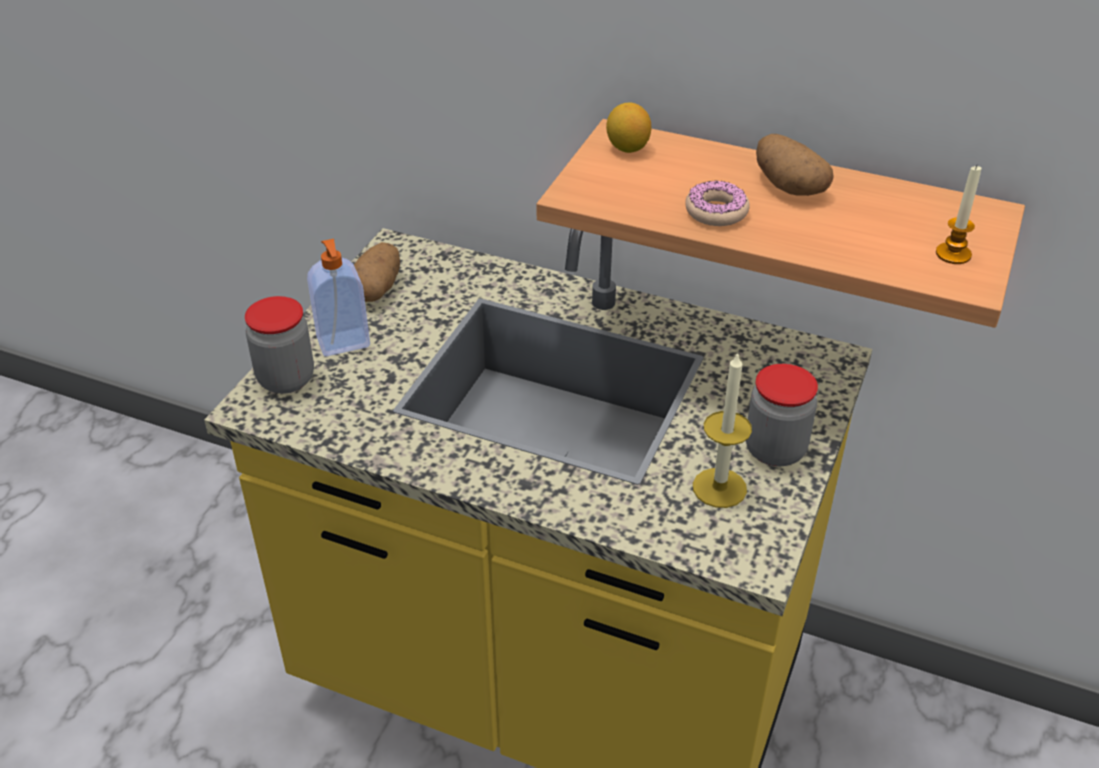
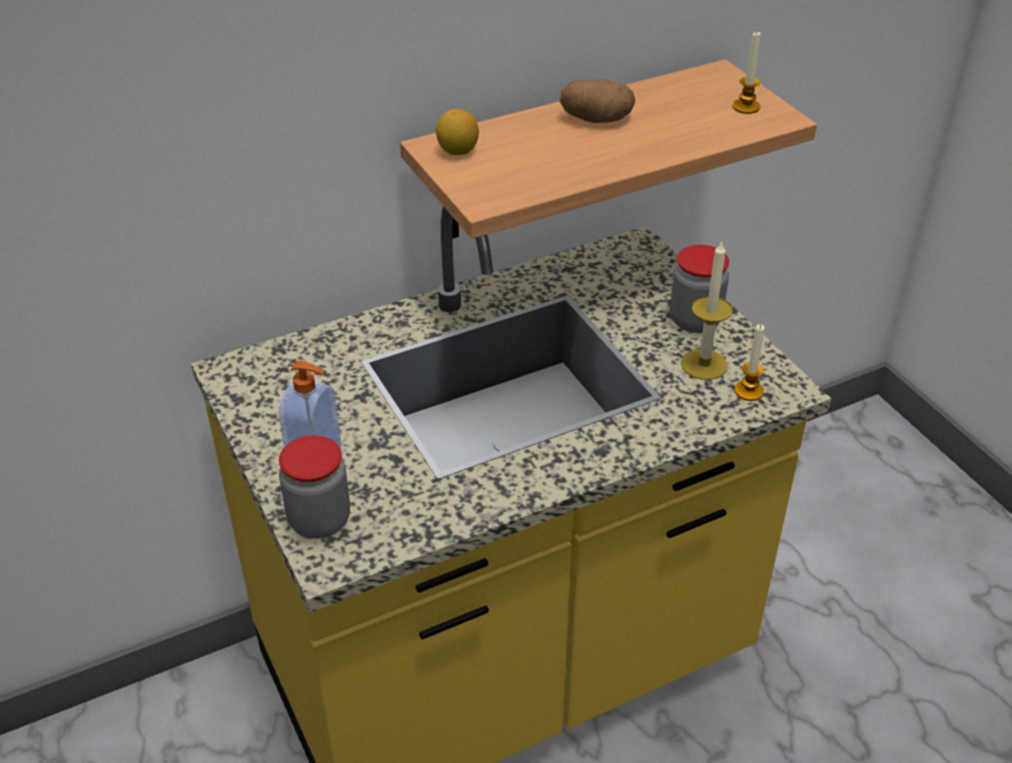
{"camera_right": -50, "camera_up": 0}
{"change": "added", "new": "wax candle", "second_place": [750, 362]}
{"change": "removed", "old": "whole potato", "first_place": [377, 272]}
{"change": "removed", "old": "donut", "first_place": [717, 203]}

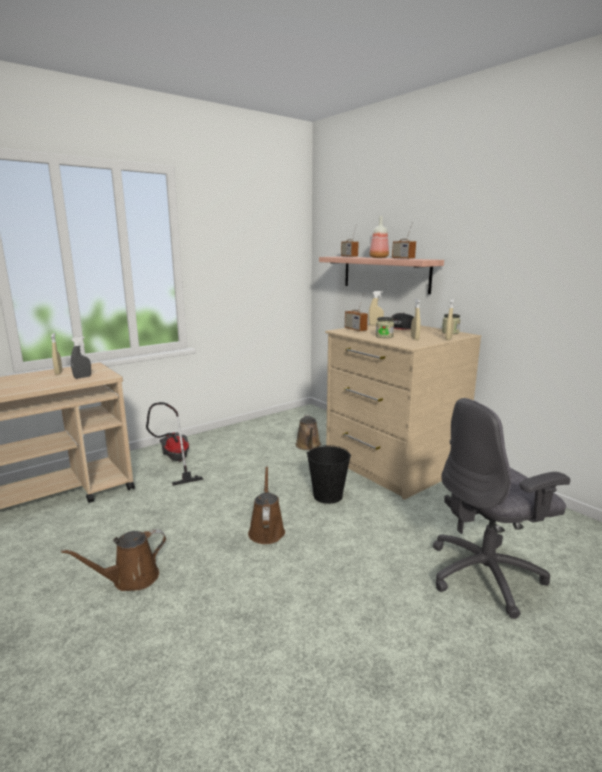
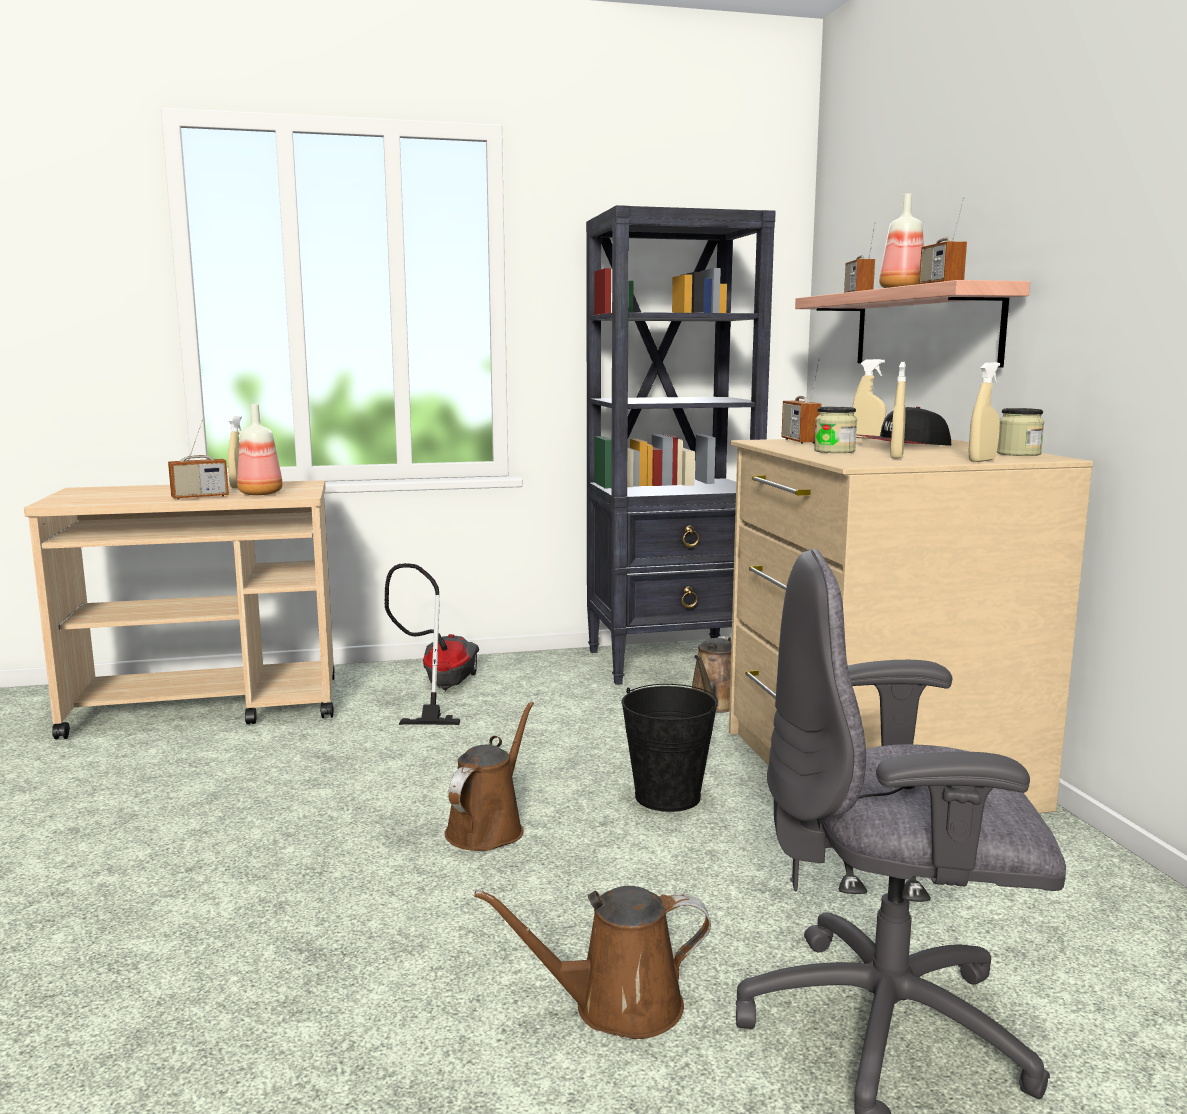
{"camera_right": 25, "camera_up": -5}
{"change": "added", "new": "radio set", "second_place": [198, 460]}
{"change": "replaced", "old": "grey hand sprayer", "new": "bottle", "first_place": [81, 358], "second_place": [260, 449]}
{"change": "moved", "old": "brown watering pot", "first_place": [113, 560], "second_place": [592, 962]}
{"change": "added", "new": "black shelving unit", "second_place": [681, 445]}

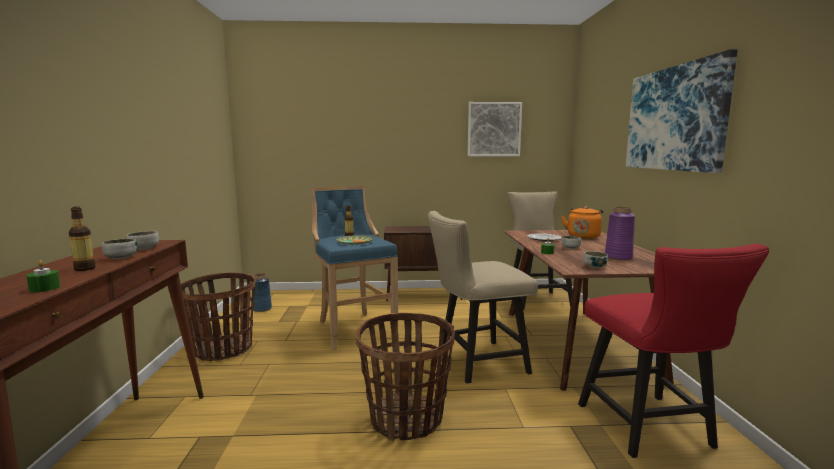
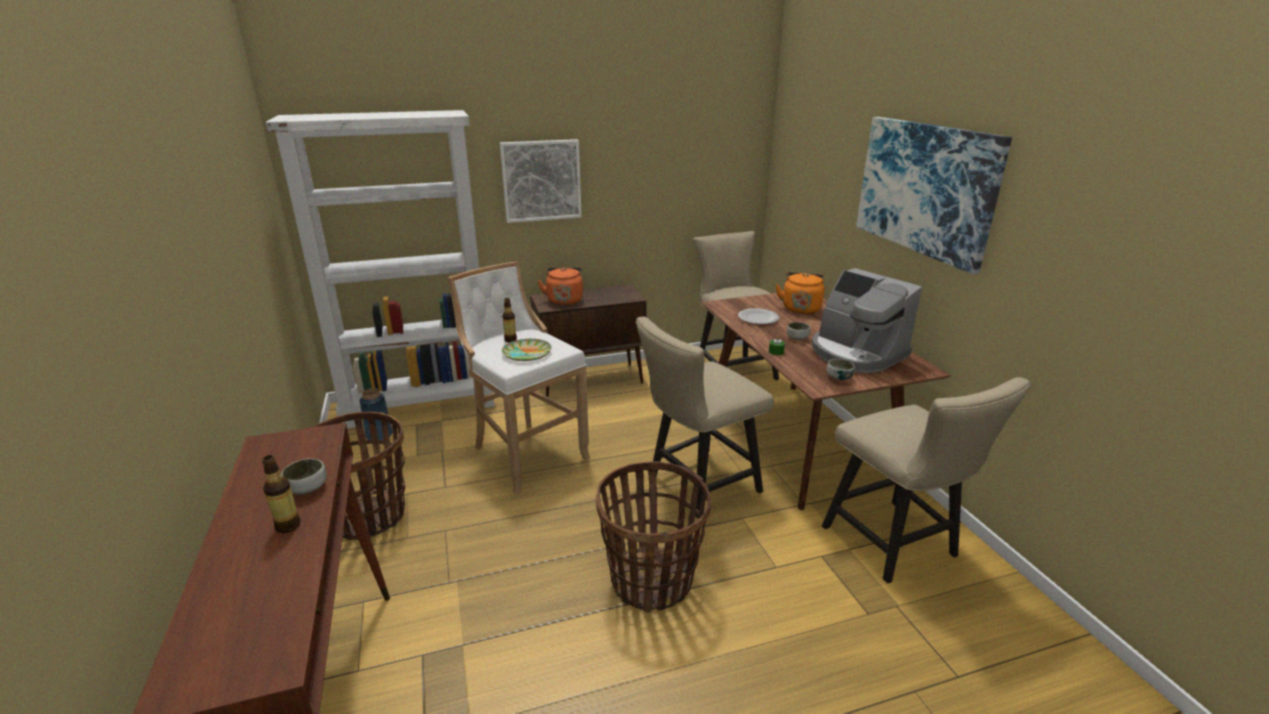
{"camera_right": -15, "camera_up": 15}
{"change": "added", "new": "whitish shelving unit", "second_place": [380, 269]}
{"change": "recoloured", "old": "blue-coloured stool", "new": "whitish stool", "first_place": [355, 268], "second_place": [519, 378]}
{"change": "moved", "old": "wall picture", "first_place": [495, 129], "second_place": [541, 181]}
{"change": "added", "new": "orangey tea kettle", "second_place": [560, 286]}
{"change": "replaced", "old": "purple decorative vase", "new": "coffee machine", "first_place": [620, 233], "second_place": [867, 320]}
{"change": "recoloured", "old": "reddish plain chair", "new": "beige-coloured plain chair", "first_place": [673, 351], "second_place": [926, 480]}
{"change": "removed", "old": "green wax candle", "first_place": [43, 276]}
{"change": "removed", "old": "serving bowl", "first_place": [143, 240]}

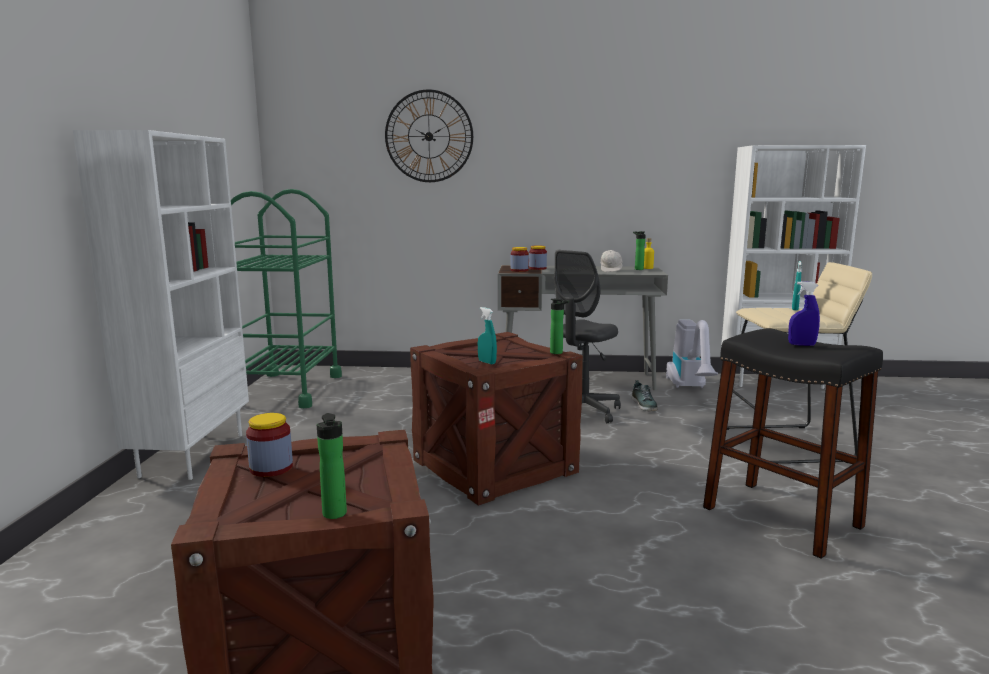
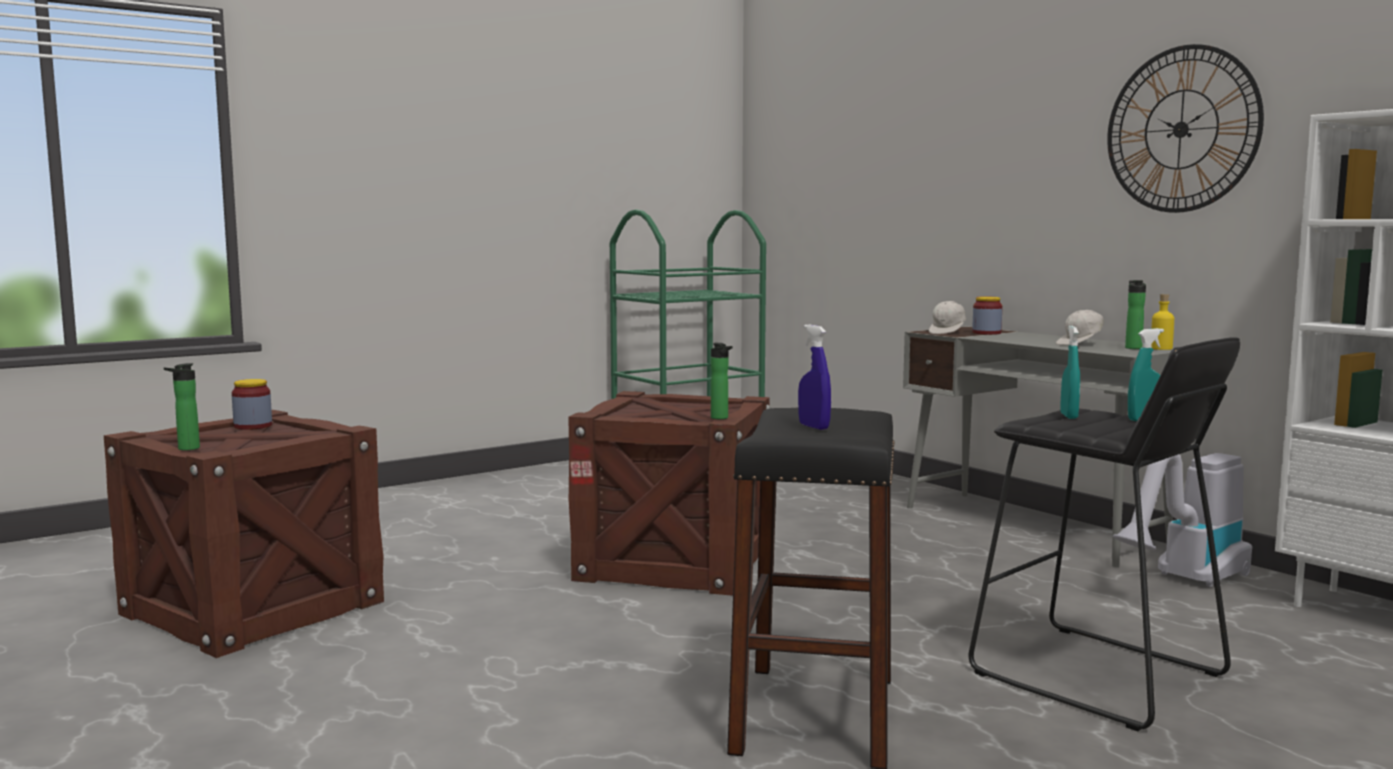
{"camera_right": 50, "camera_up": -5}
{"change": "replaced", "old": "preserve jar", "new": "whitish peaked cap", "first_place": [520, 259], "second_place": [947, 317]}
{"change": "recoloured", "old": "beige-coloured stool", "new": "black stool", "first_place": [799, 363], "second_place": [1105, 534]}
{"change": "moved", "old": "turquoise hand sprayer", "first_place": [487, 335], "second_place": [1070, 372]}
{"change": "moved", "old": "hanging clock", "first_place": [429, 135], "second_place": [1185, 128]}
{"change": "removed", "old": "whitish shelving unit", "first_place": [161, 305]}
{"change": "removed", "old": "grey desk chair", "first_place": [587, 336]}
{"change": "removed", "old": "low shoe", "first_place": [645, 396]}

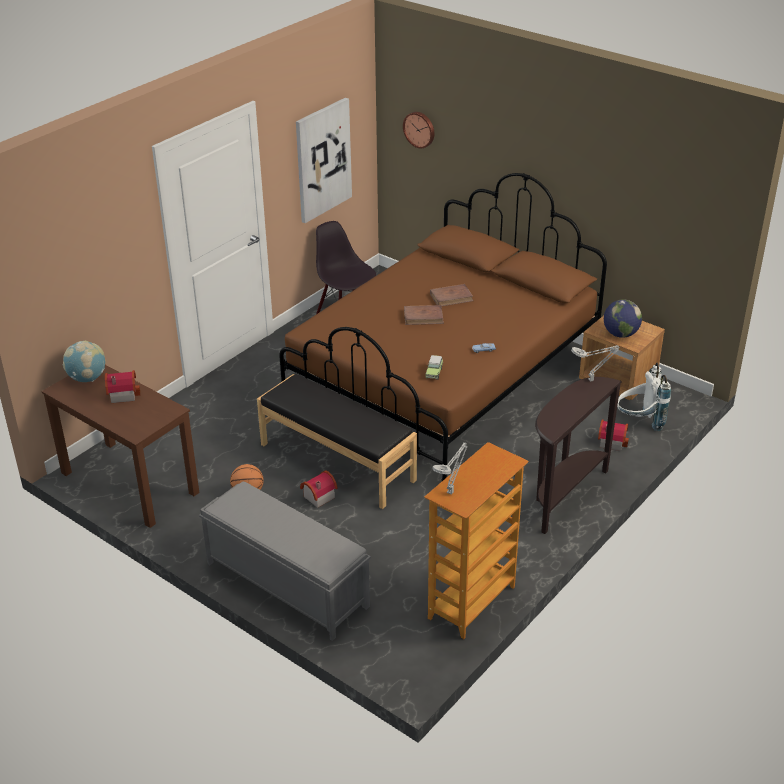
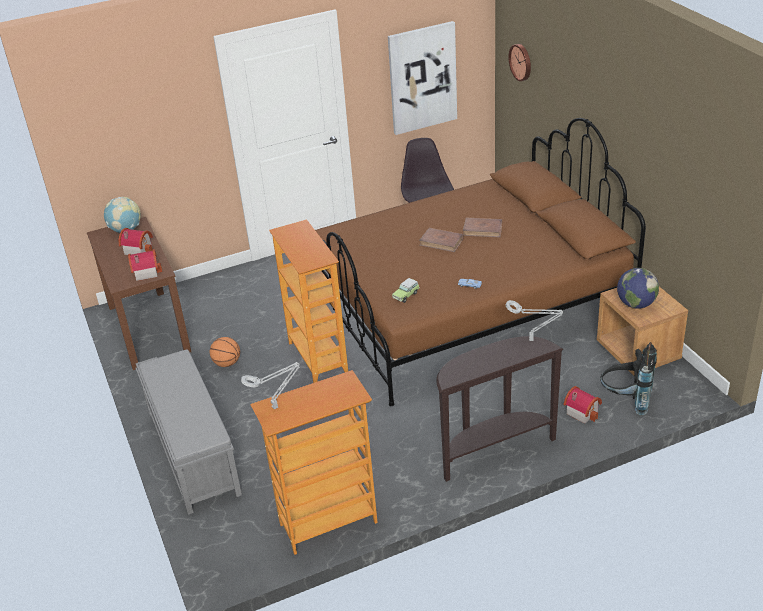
{"camera_right": 30, "camera_up": 0}
{"change": "moved", "old": "miniature house", "first_place": [319, 489], "second_place": [145, 265]}
{"change": "replaced", "old": "black long seat", "new": "shelving unit", "first_place": [337, 441], "second_place": [308, 301]}
{"change": "recoloured", "old": "whitish knapsack", "new": "black knapsack", "first_place": [644, 397], "second_place": [628, 378]}

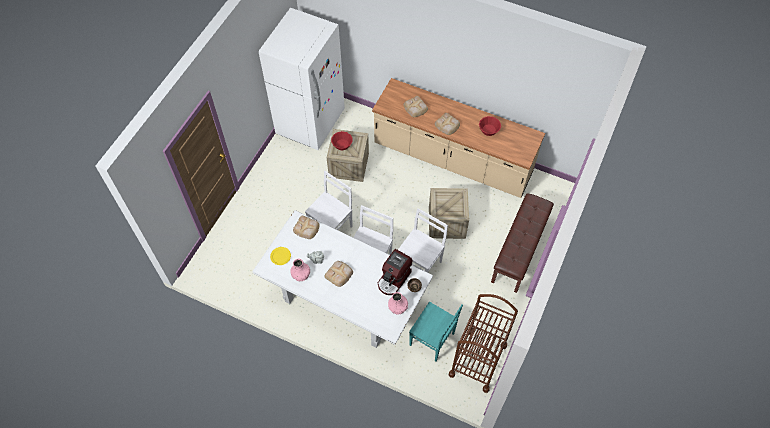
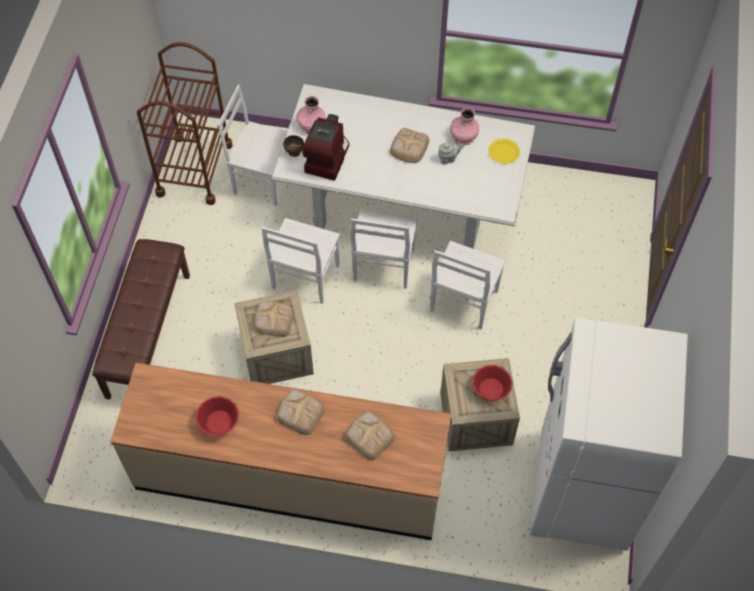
{"camera_right": 165, "camera_up": 0}
{"change": "recoloured", "old": "turquoise plain chair", "new": "whitish plain chair", "first_place": [436, 331], "second_place": [252, 145]}
{"change": "moved", "old": "baked bread", "first_place": [306, 227], "second_place": [273, 318]}

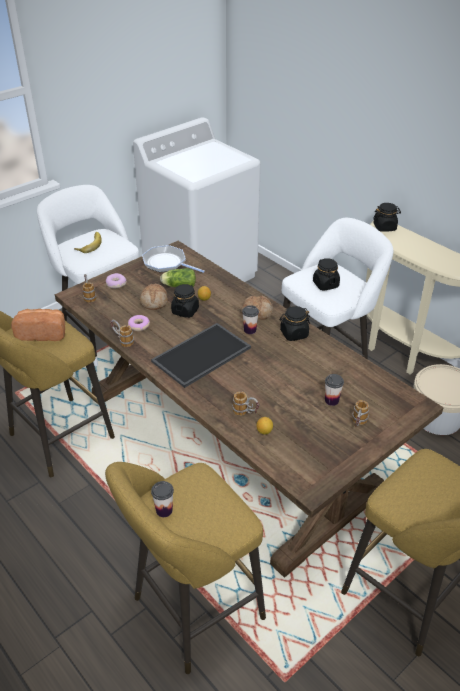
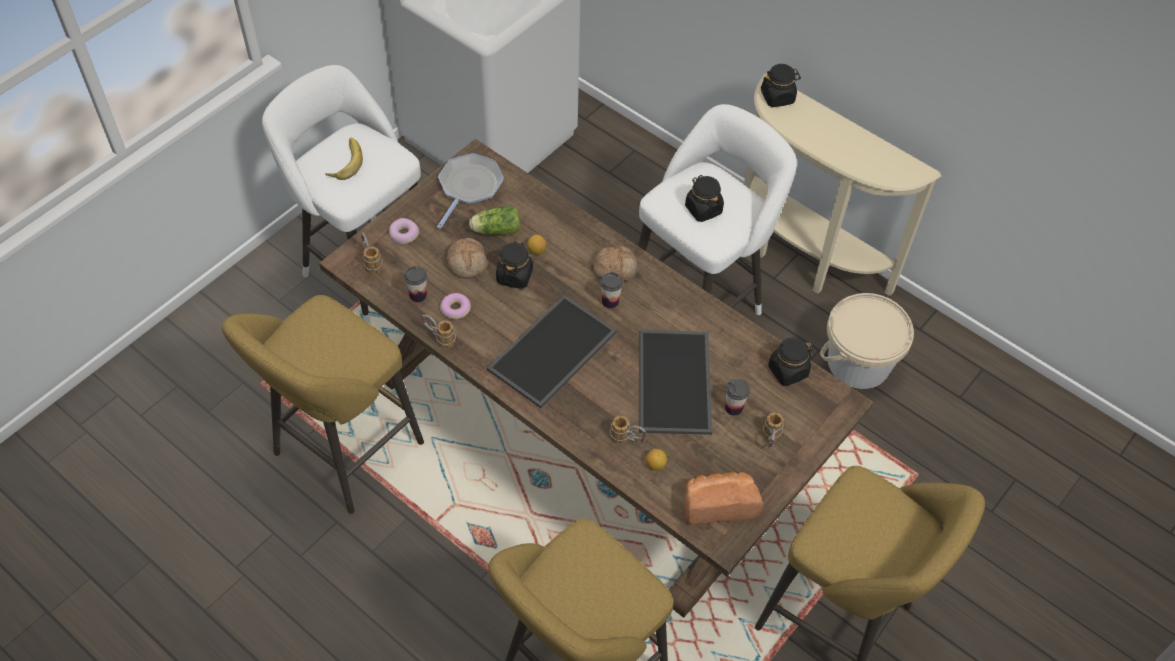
{"camera_right": -10, "camera_up": 15}
{"change": "moved", "old": "small cup", "first_place": [162, 499], "second_place": [415, 284]}
{"change": "turned", "old": "frying pan", "first_place": [173, 259], "second_place": [470, 191], "degrees": 90}
{"change": "added", "new": "tray", "second_place": [675, 382]}
{"change": "moved", "old": "baked bread", "first_place": [38, 325], "second_place": [723, 498]}
{"change": "moved", "old": "black preserve jar", "first_place": [295, 323], "second_place": [790, 361]}

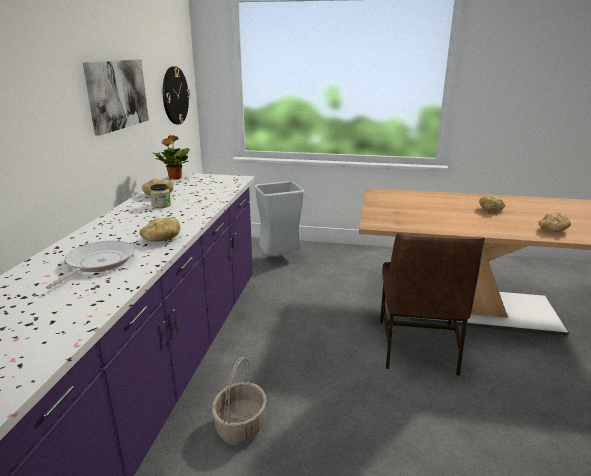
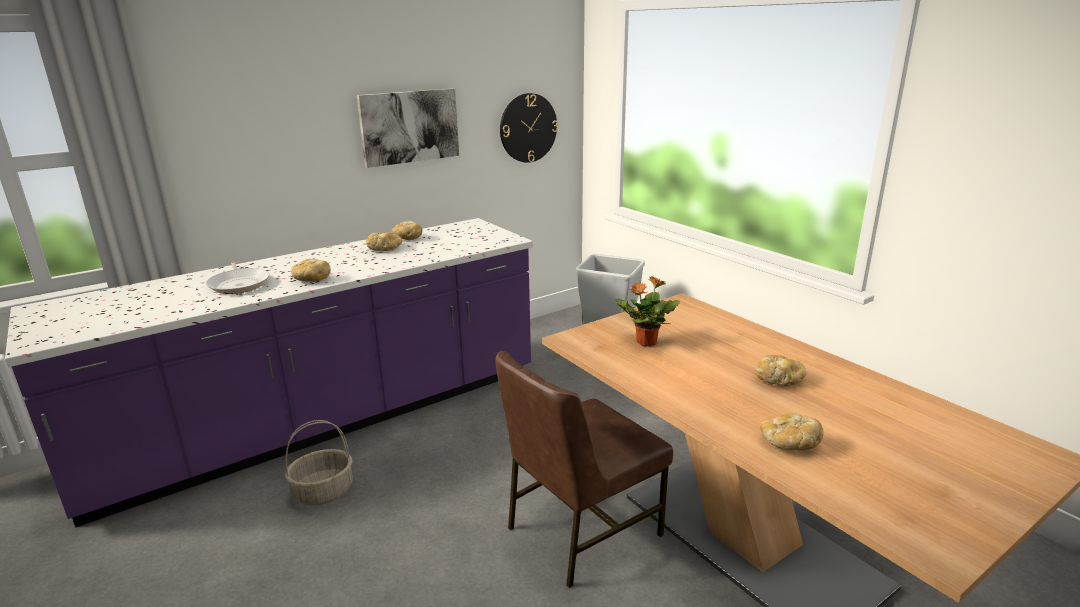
{"camera_right": 45, "camera_up": 0}
{"change": "turned", "old": "frying pan", "first_place": [90, 265], "second_place": [238, 278], "degrees": 90}
{"change": "replaced", "old": "preserve jar", "new": "baked bread", "first_place": [160, 196], "second_place": [384, 241]}
{"change": "moved", "old": "potted plant", "first_place": [171, 157], "second_place": [647, 311]}

